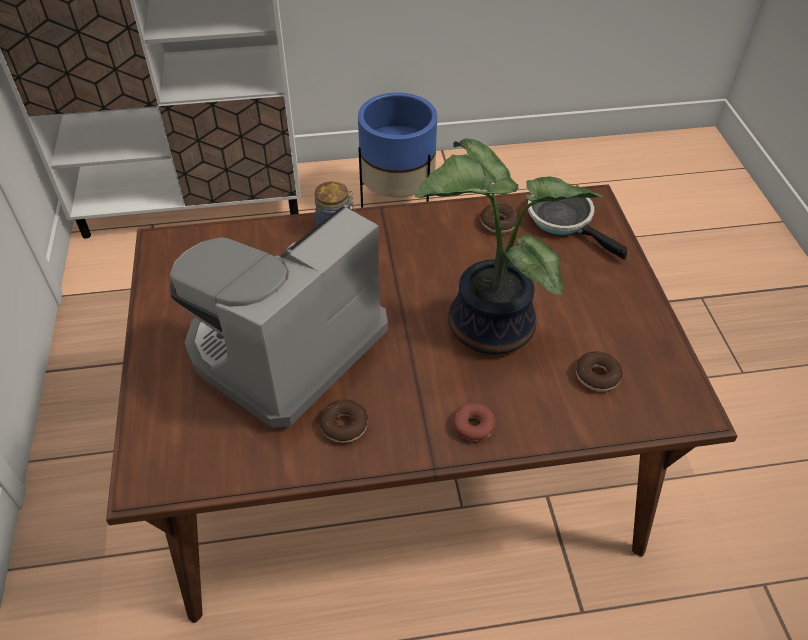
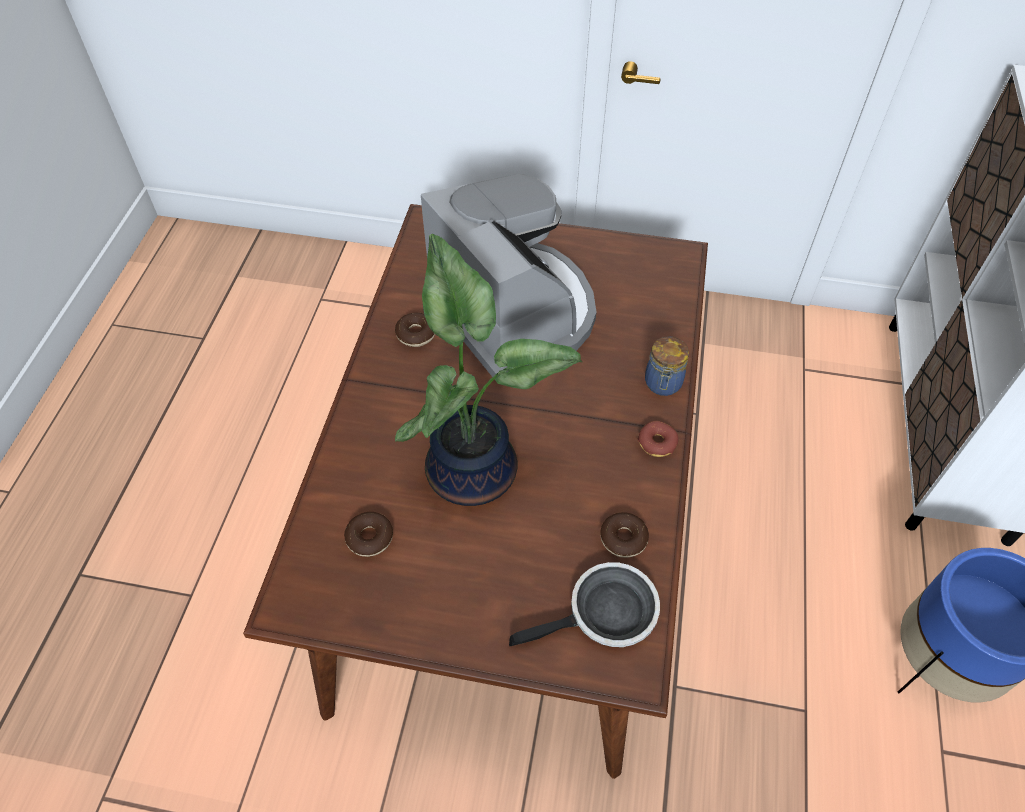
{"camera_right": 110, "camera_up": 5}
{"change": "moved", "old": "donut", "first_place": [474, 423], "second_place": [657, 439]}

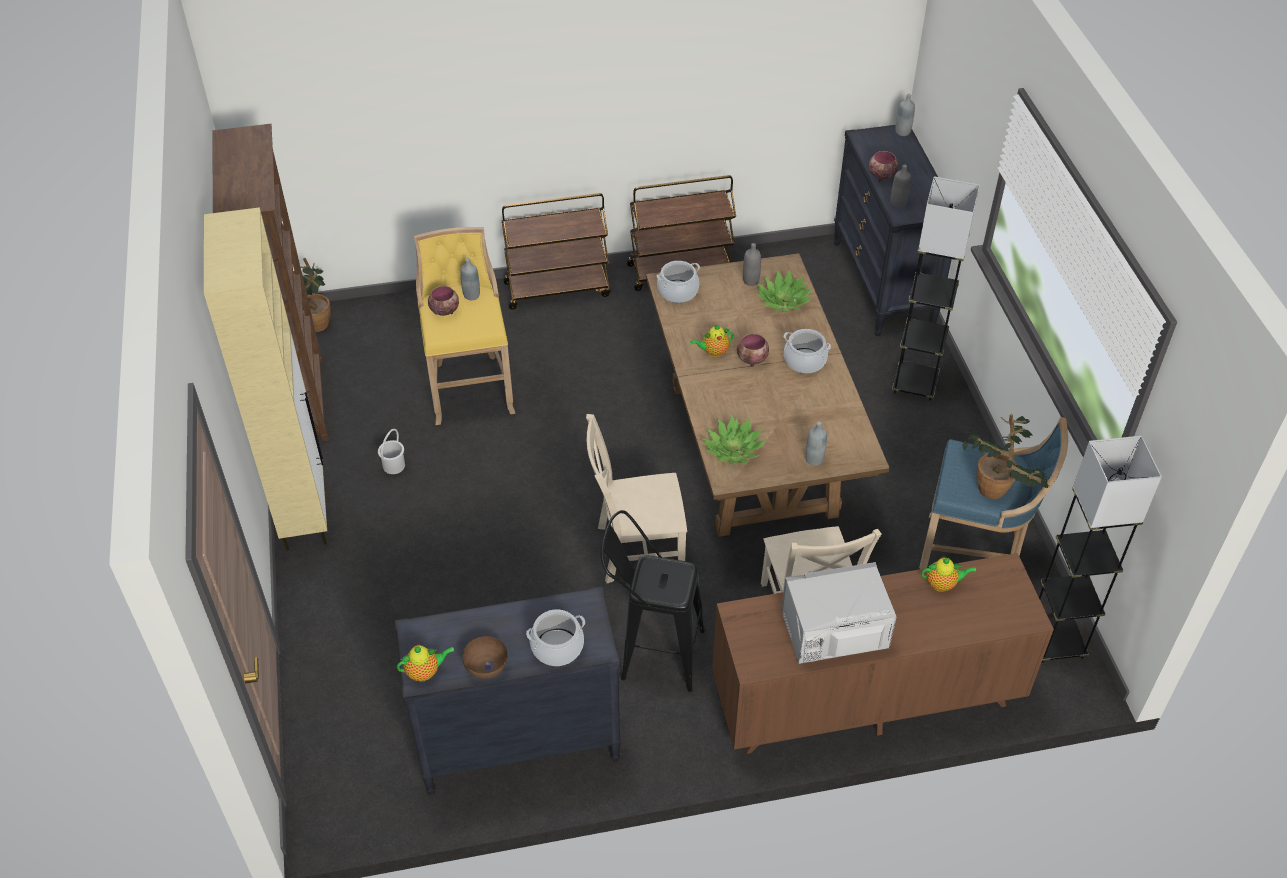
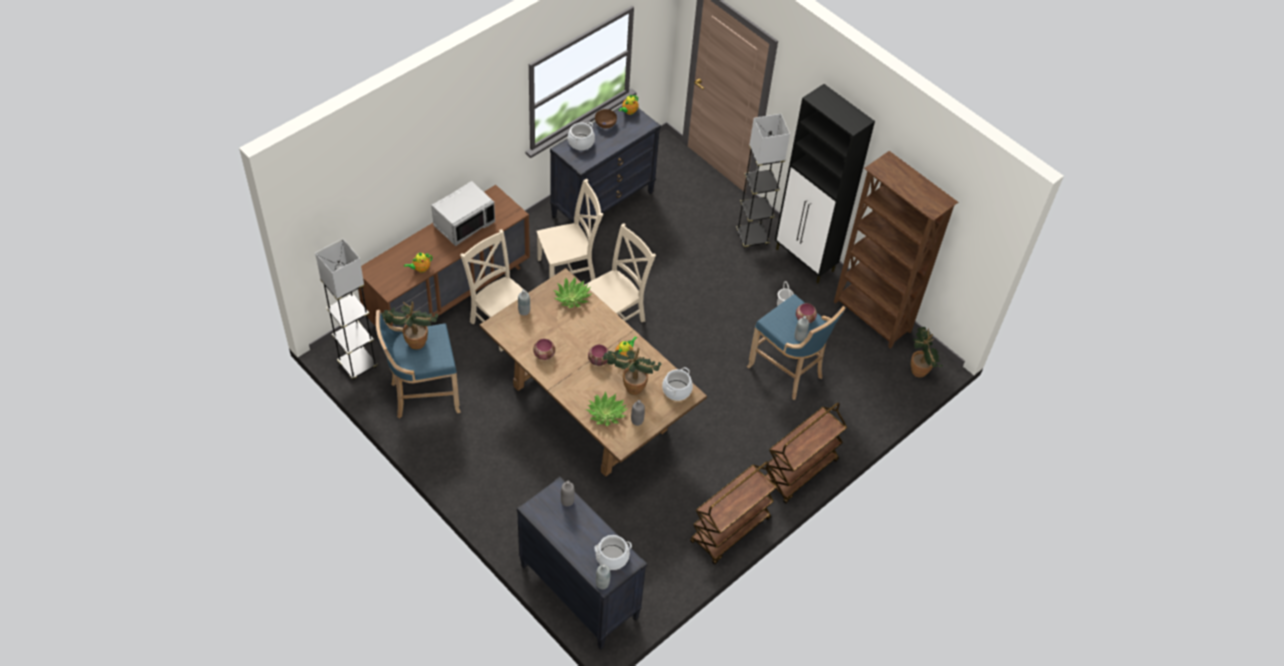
{"camera_right": 145, "camera_up": 5}
{"change": "moved", "old": "serving bowl", "first_place": [883, 166], "second_place": [544, 349]}
{"change": "replaced", "old": "black stool", "new": "beige-coloured plain chair", "first_place": [653, 601], "second_place": [570, 230]}
{"change": "moved", "old": "stockpot", "first_place": [807, 351], "second_place": [613, 552]}
{"change": "added", "new": "potted plant", "second_place": [632, 371]}
{"change": "moved", "old": "grey floor lamp", "first_place": [936, 288], "second_place": [763, 181]}
{"change": "recoloured", "old": "yellow-coloured stool", "new": "blue-coloured stool", "first_place": [465, 326], "second_place": [796, 347]}
{"change": "recoloured", "old": "beige-coloured cupboard", "new": "black cupboard", "first_place": [265, 378], "second_place": [825, 183]}

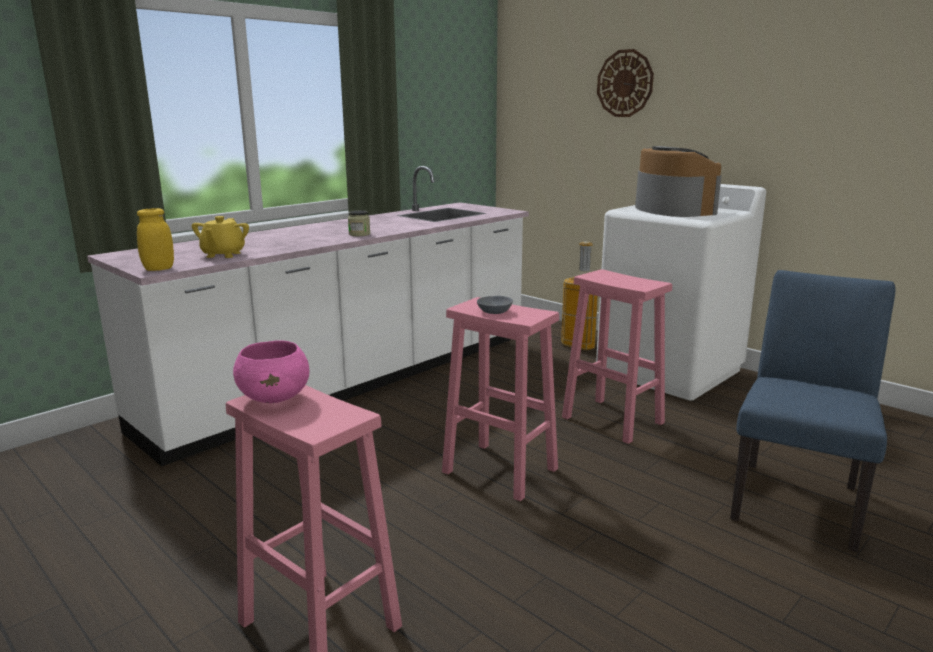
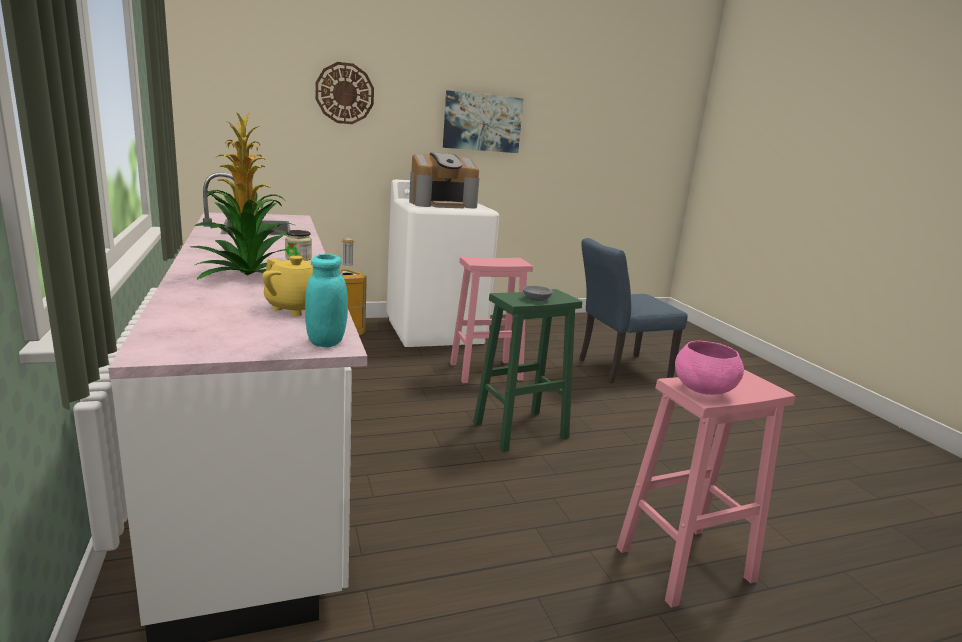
{"camera_right": -65, "camera_up": 0}
{"change": "added", "new": "potted plant", "second_place": [244, 196]}
{"change": "recoloured", "old": "yellow-coloured preserve jar", "new": "turquoise preserve jar", "first_place": [155, 239], "second_place": [326, 300]}
{"change": "turned", "old": "coffee machine", "first_place": [678, 181], "second_place": [444, 180], "degrees": 150}
{"change": "added", "new": "wall picture", "second_place": [483, 121]}
{"change": "recoloured", "old": "pinkish stool", "new": "green stool", "first_place": [500, 399], "second_place": [527, 370]}
{"change": "turned", "old": "blue-coloured plain chair", "first_place": [812, 411], "second_place": [633, 310], "degrees": -75}

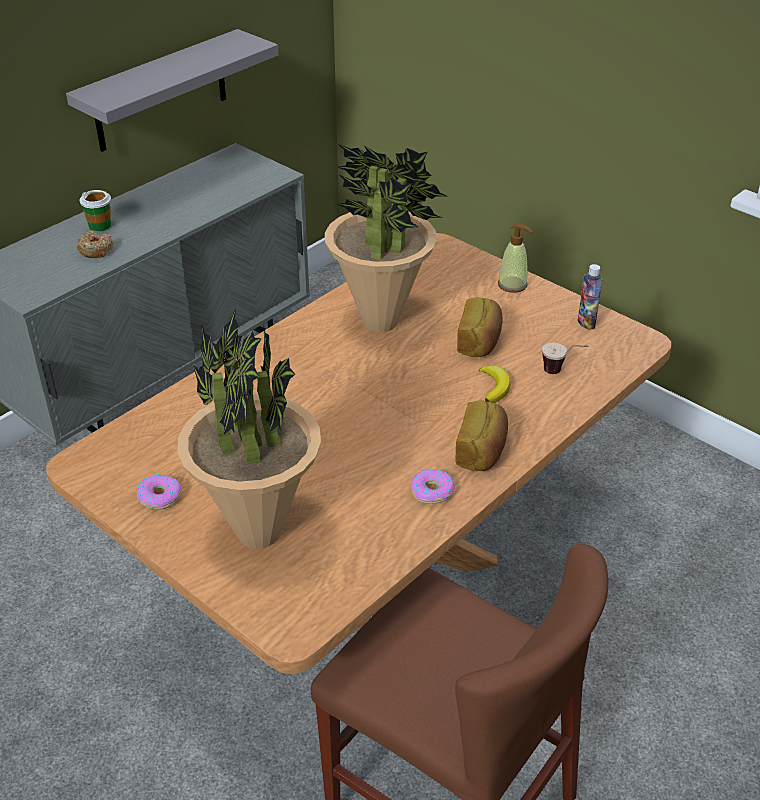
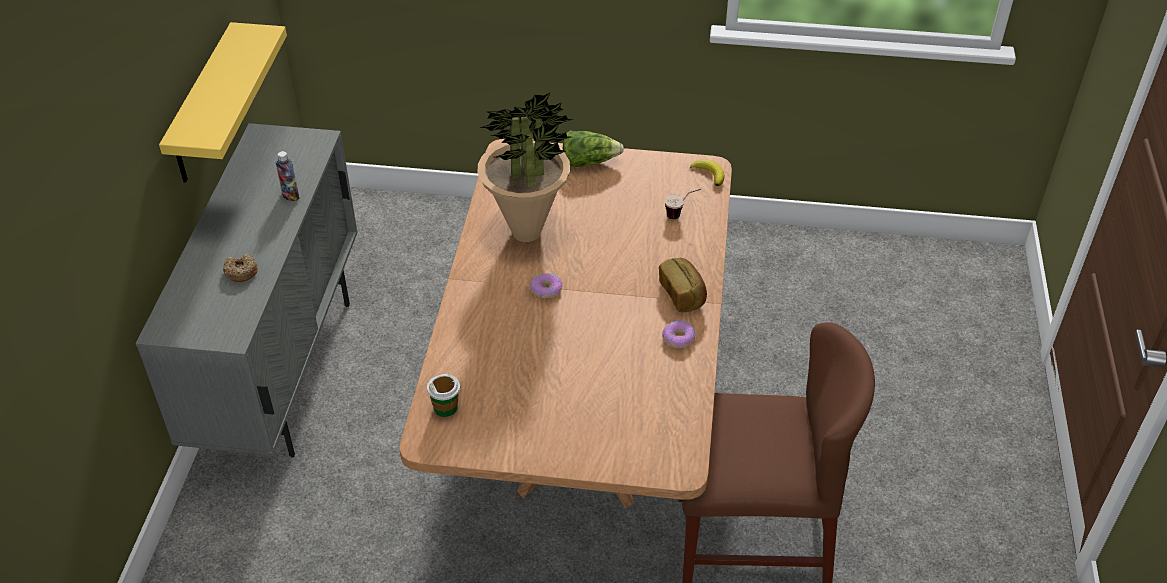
{"camera_right": -35, "camera_up": 5}
{"change": "recoloured", "old": "grey wall shelf", "new": "yellow-coloured wall shelf", "first_place": [172, 90], "second_place": [223, 102]}
{"change": "moved", "old": "bottle", "first_place": [590, 297], "second_place": [288, 176]}
{"change": "moved", "old": "small cup", "first_place": [95, 211], "second_place": [443, 395]}
{"change": "moved", "old": "donut", "first_place": [159, 492], "second_place": [546, 285]}
{"change": "replaced", "old": "soap bottle", "new": "lettuce head", "first_place": [515, 258], "second_place": [593, 149]}
{"change": "moved", "old": "banana", "first_place": [495, 384], "second_place": [707, 172]}
{"change": "removed", "old": "potted plant", "first_place": [249, 429]}
{"change": "removed", "old": "baked bread", "first_place": [480, 327]}

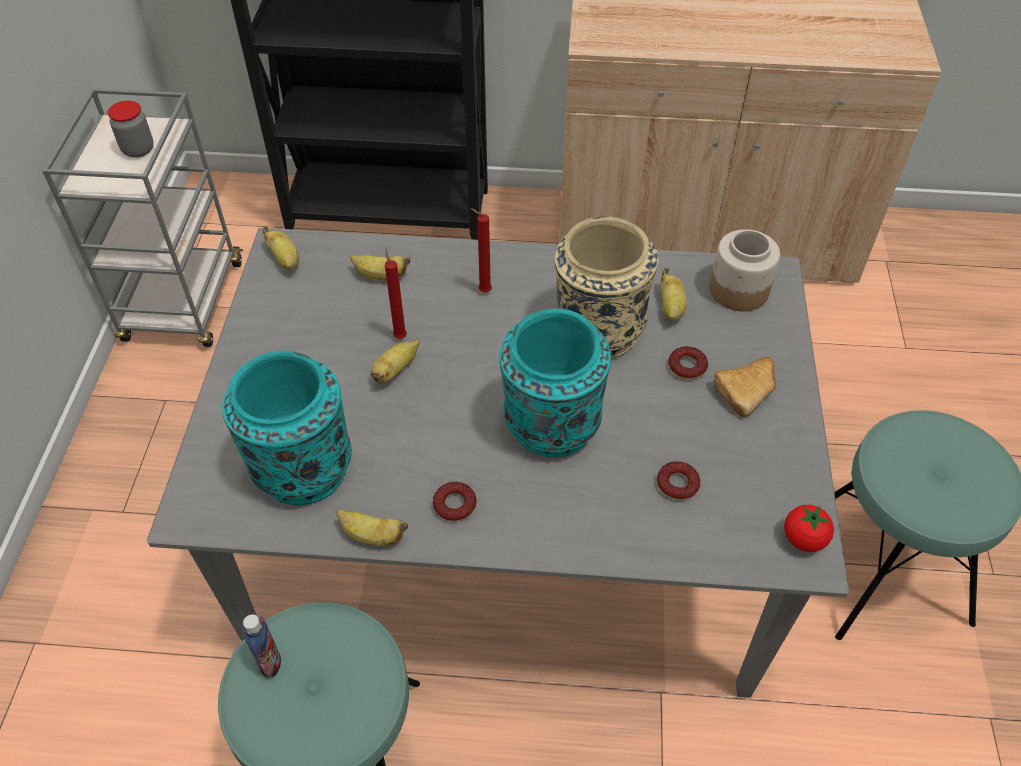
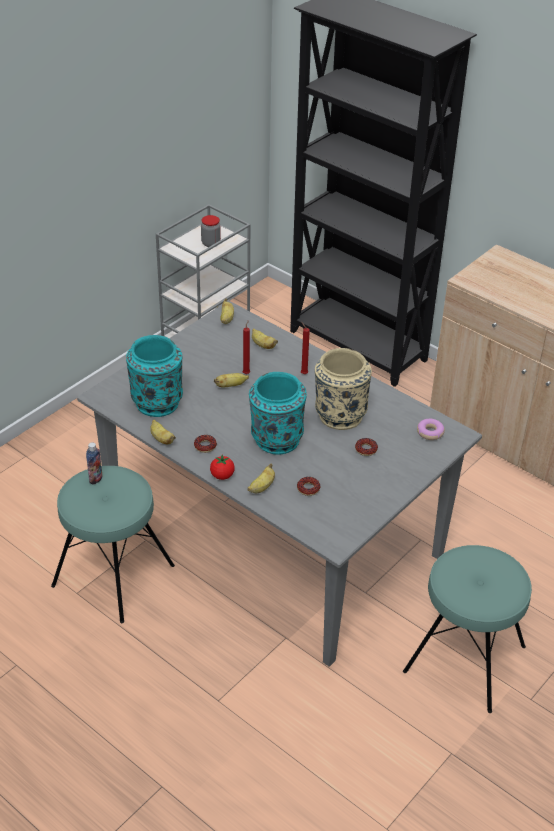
{"camera_right": 35, "camera_up": -10}
{"change": "moved", "old": "whole tomato", "first_place": [809, 528], "second_place": [222, 467]}
{"change": "moved", "old": "banana", "first_place": [673, 294], "second_place": [261, 478]}
{"change": "replaced", "old": "preserve jar", "new": "donut", "first_place": [745, 270], "second_place": [431, 429]}
{"change": "removed", "old": "baked bread", "first_place": [745, 387]}

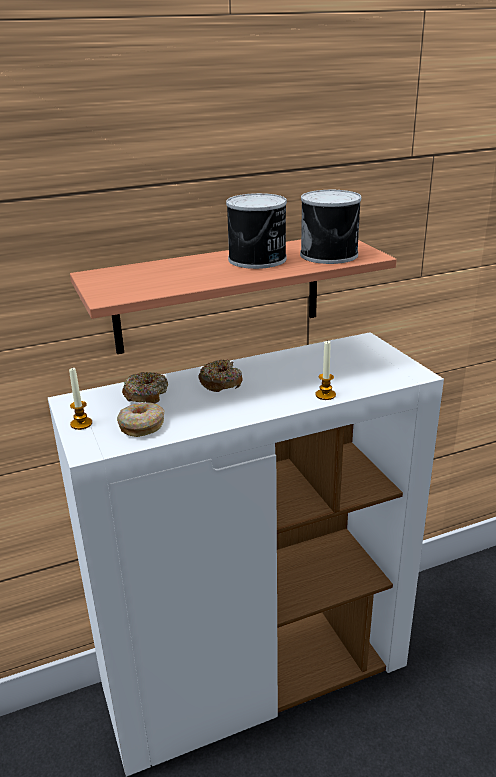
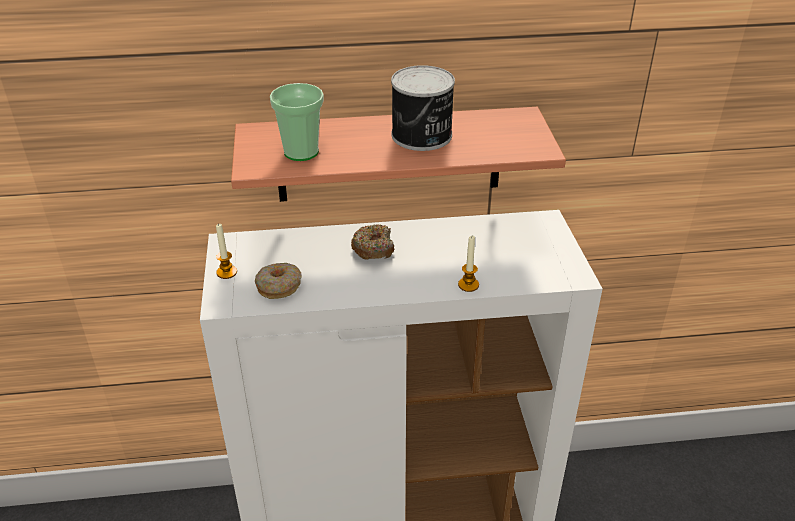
{"camera_right": 15, "camera_up": 10}
{"change": "added", "new": "small cup", "second_place": [297, 122]}
{"change": "removed", "old": "donut", "first_place": [145, 388]}
{"change": "removed", "old": "metal can", "first_place": [330, 227]}

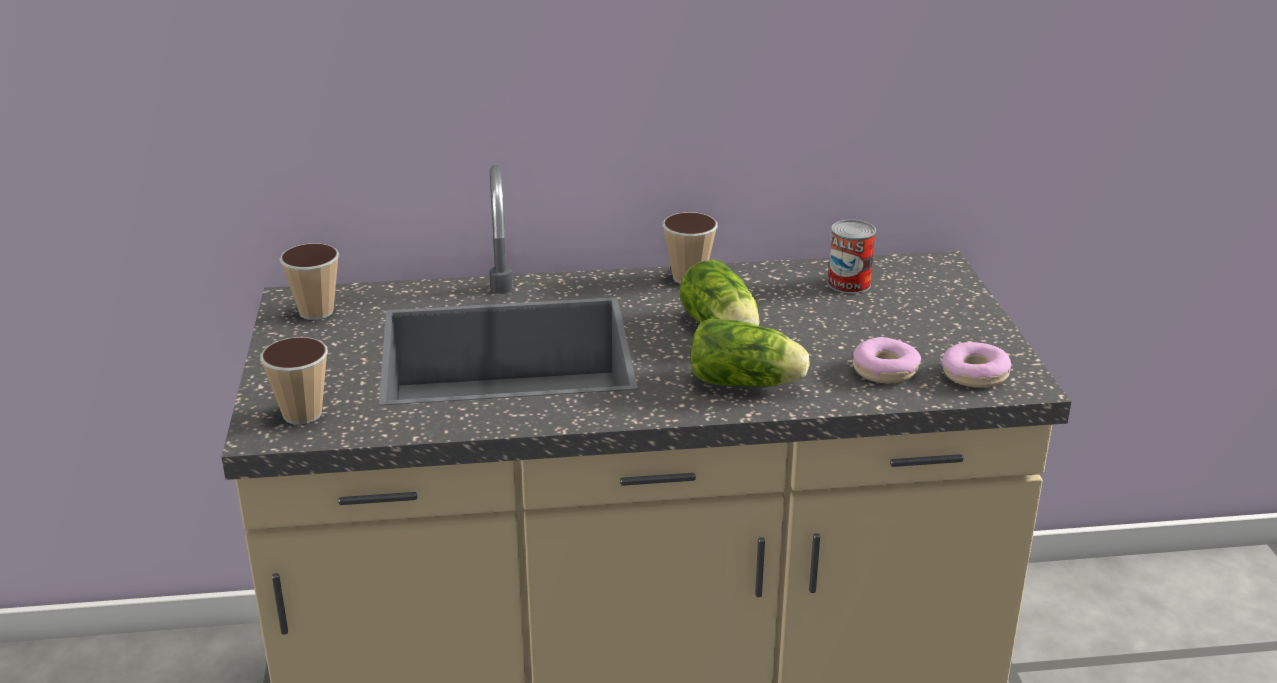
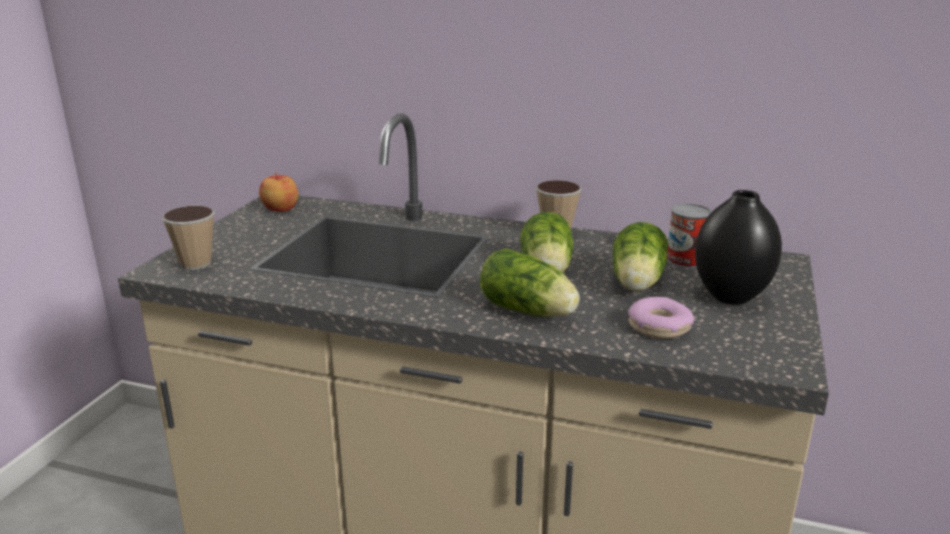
{"camera_right": 25, "camera_up": -5}
{"change": "replaced", "old": "small cup", "new": "apple", "first_place": [309, 282], "second_place": [278, 192]}
{"change": "added", "new": "lettuce head", "second_place": [640, 257]}
{"change": "added", "new": "black decorative vase", "second_place": [738, 247]}
{"change": "removed", "old": "donut", "first_place": [976, 365]}

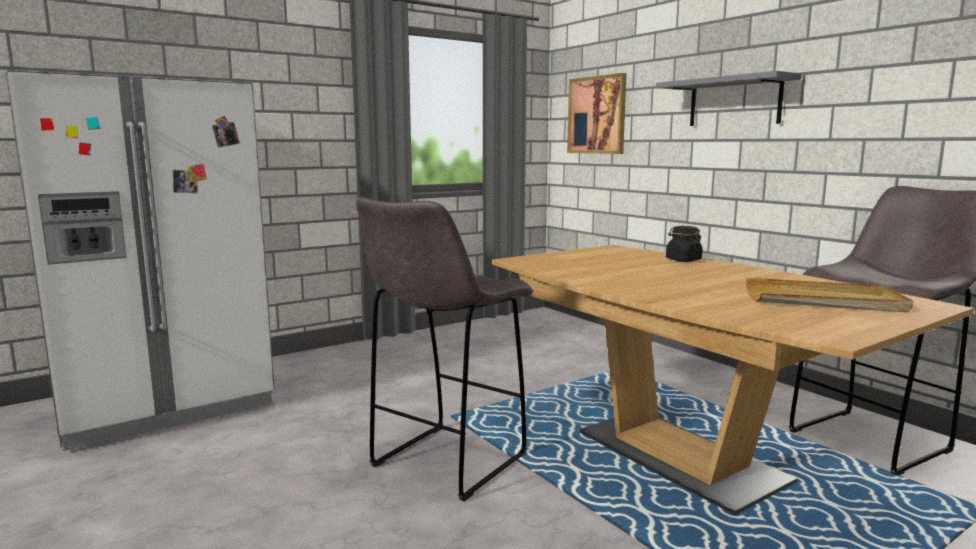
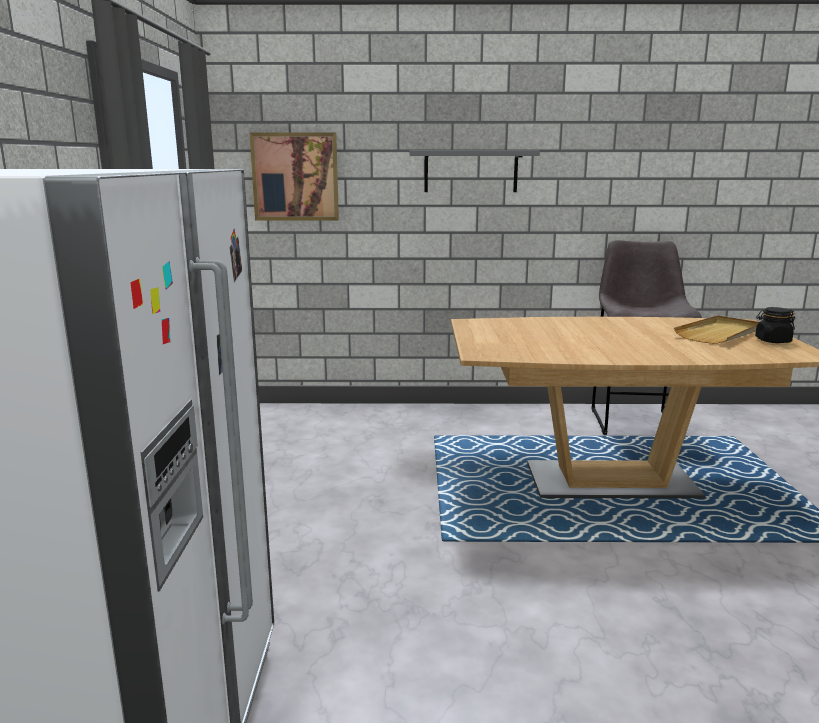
{"camera_right": -55, "camera_up": 5}
{"change": "moved", "old": "black preserve jar", "first_place": [684, 244], "second_place": [775, 325]}
{"change": "removed", "old": "grey stool", "first_place": [444, 349]}

